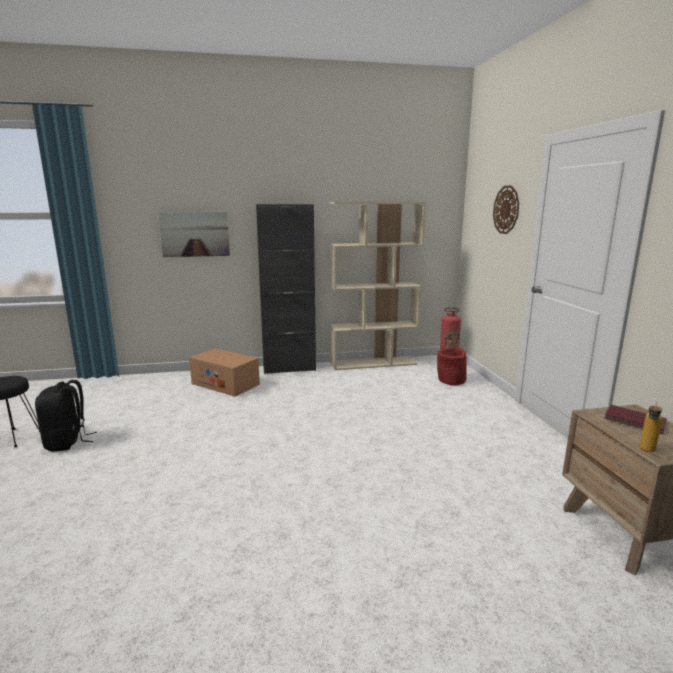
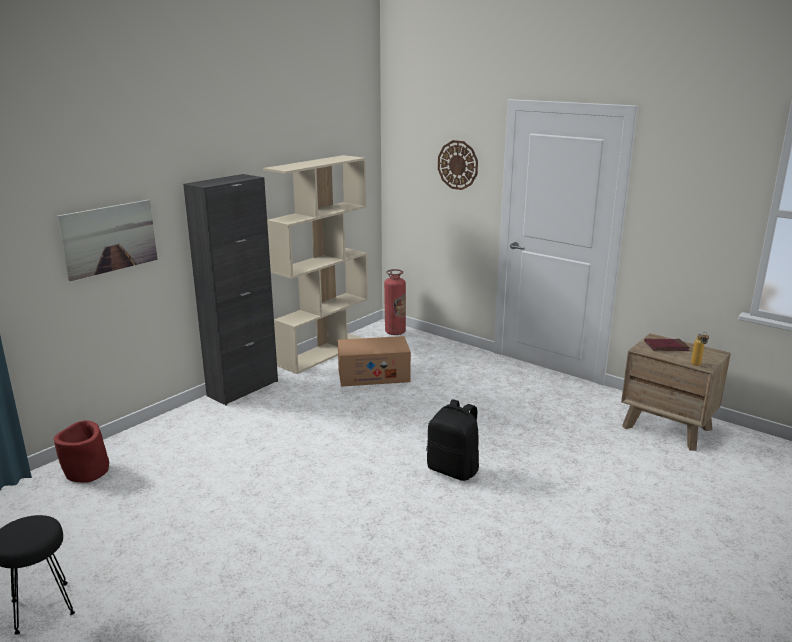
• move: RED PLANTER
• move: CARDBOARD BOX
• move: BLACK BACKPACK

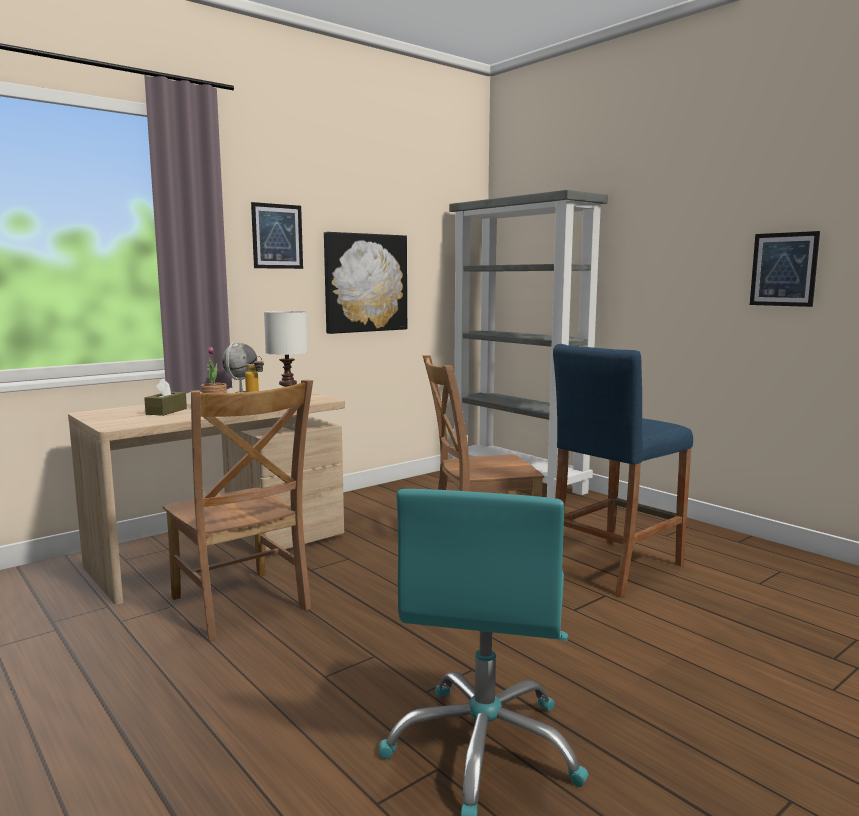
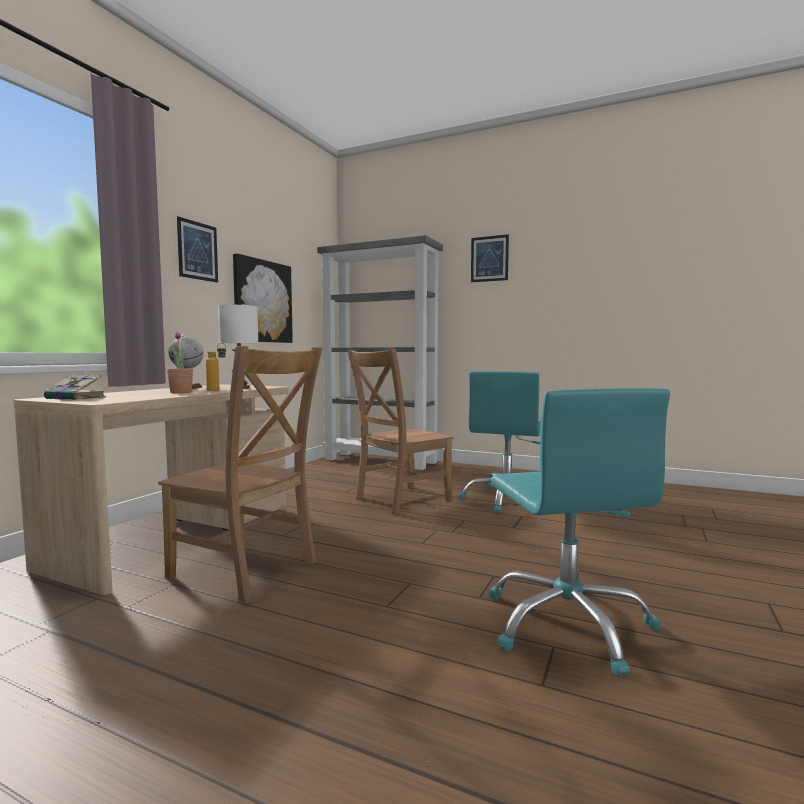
• insert: BOOK
• replace: BLUE STOOL to TURQUOISE OFFICE CHAIR (1st from left)
• move: PICTURE (3rd from left)
• delete: BROWN TISSUE BOX

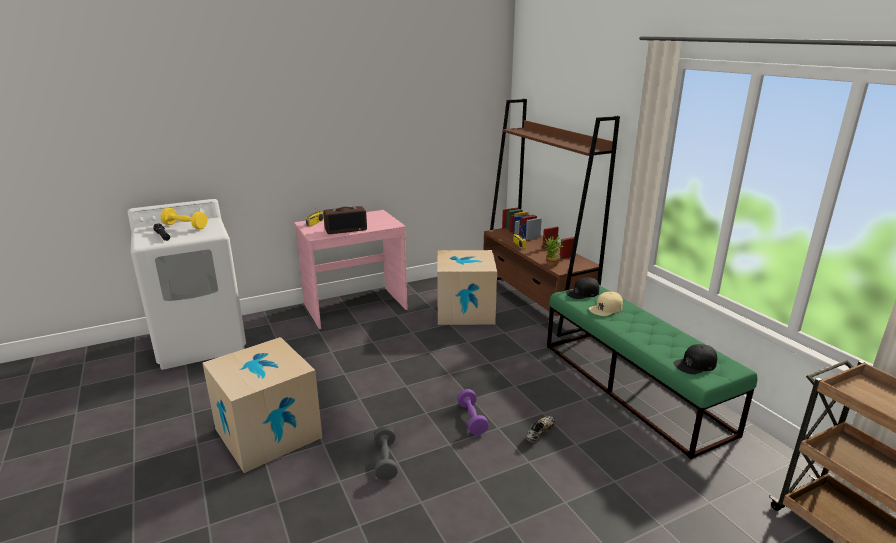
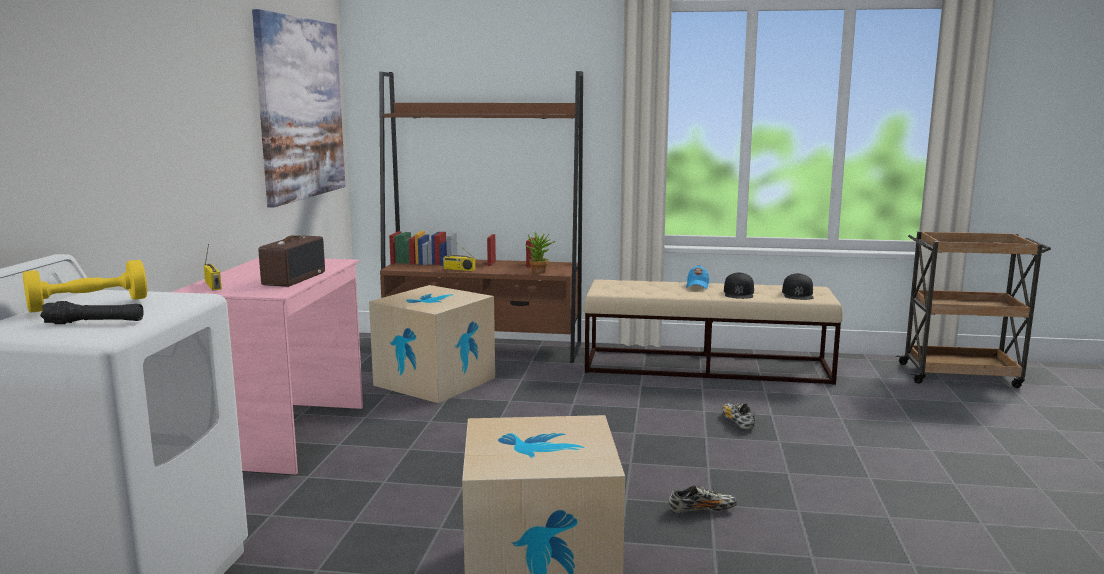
• insert: PICTURE
• recolor: GREEN BENCH to BEIGE BENCH
• replace: GREY DUMBBELL to SHOE (1st from left)
• insert: BLUE CAP
• move: BLACK CAP (1st from left)
• delete: PURPLE DUMBBELL
• delete: BEIGE CAP

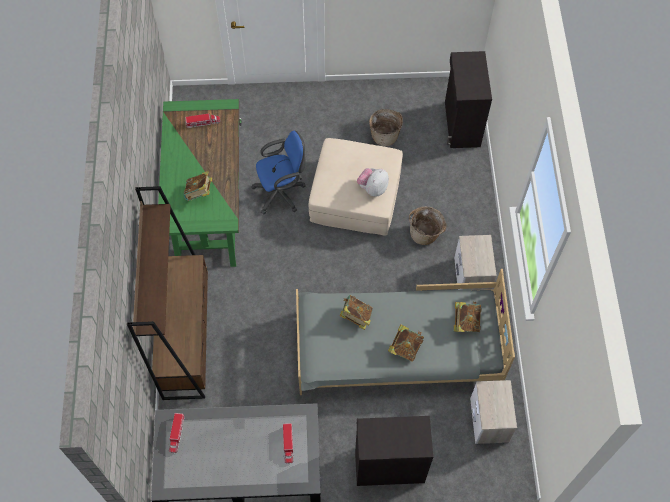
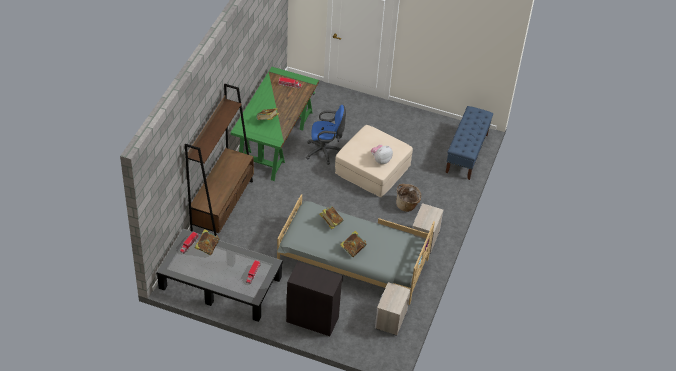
• move: BOOK (4th from left in the first image) to BOOK (1st from left)
• replace: BLACK CABINET (2nd from left) to BLUE BENCH
• delete: BASKET (1st from left)

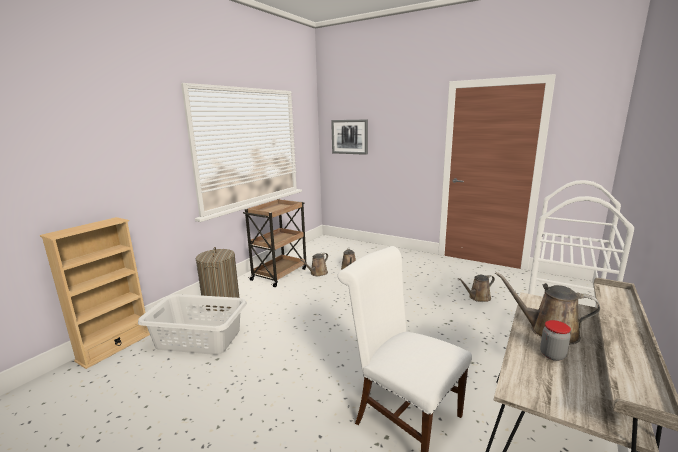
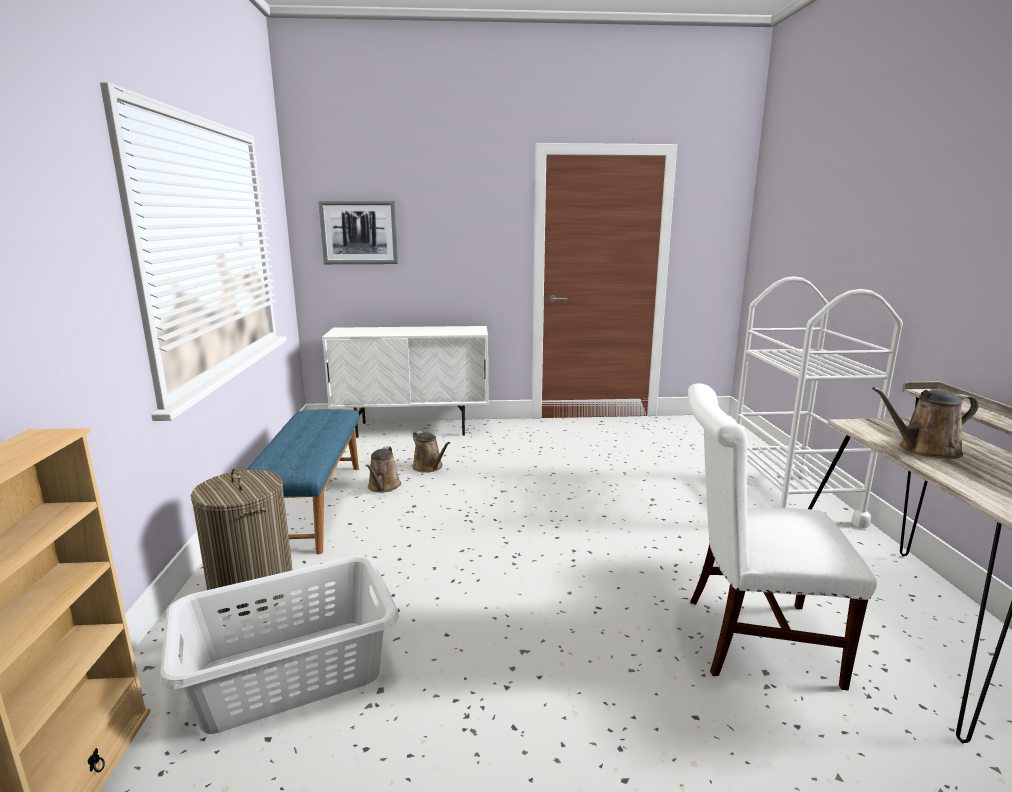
• replace: BROWN CART to BLUE BENCH
• insert: WHITE CABINET
• delete: BROWN WATERING CAN (3rd from left)
• delete: JAR

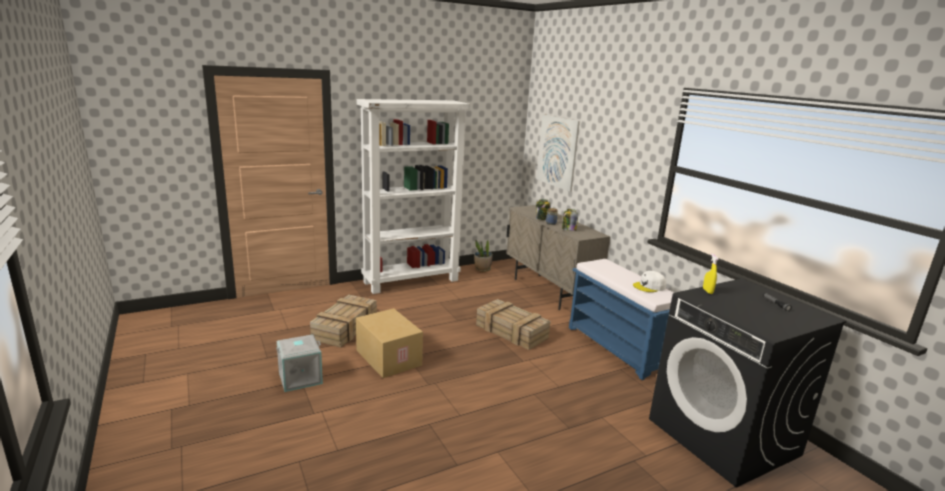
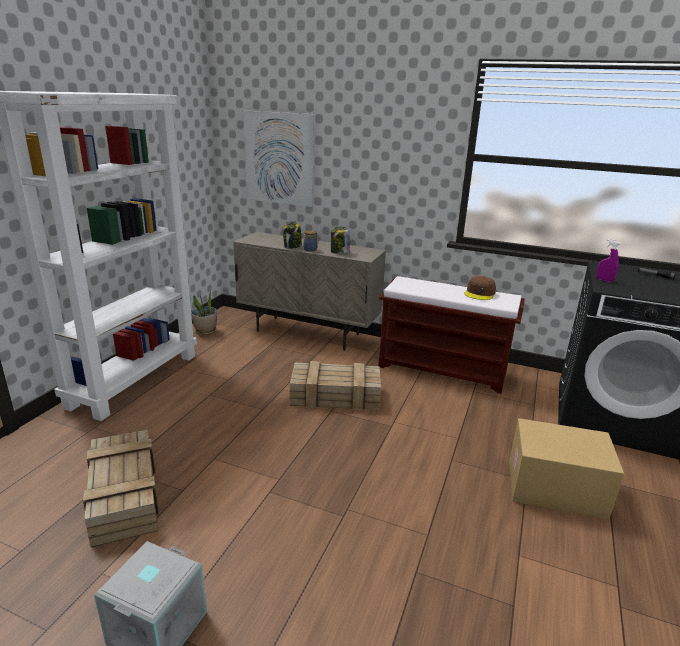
• recolor: BLUE BENCH to BROWN BENCH
• recolor: WHITE CAP to BROWN CAP
• move: CARDBOARD BOX
• recolor: YELLOW SPRAY BOTTLE to PURPLE SPRAY BOTTLE

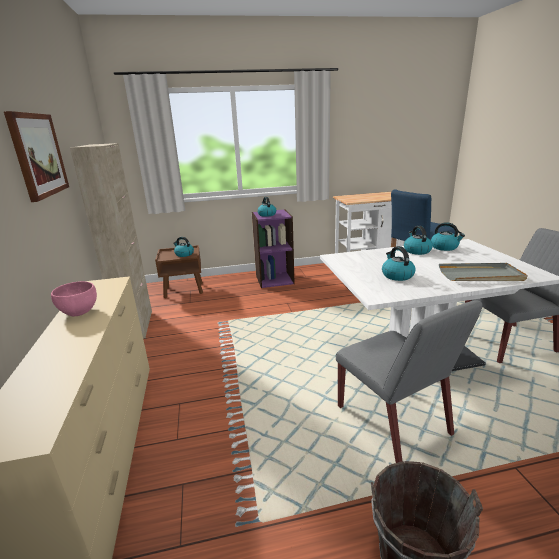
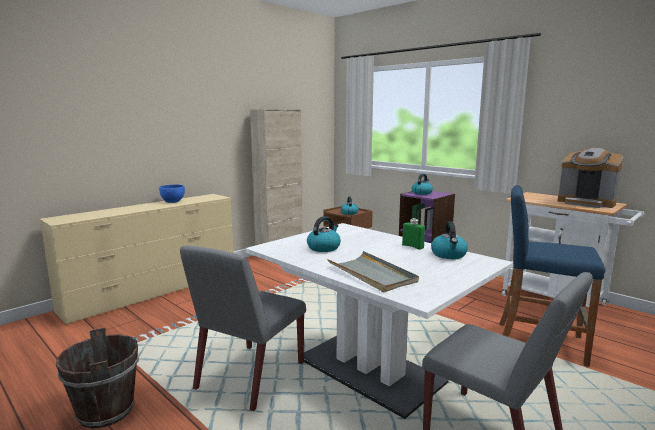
• recolor: PINK BOWL to BLUE BOWL
• replace: KETTLE (4th from left) to GREEN BOTTLE
• insert: COFFEE MACHINE
• delete: PICTURE

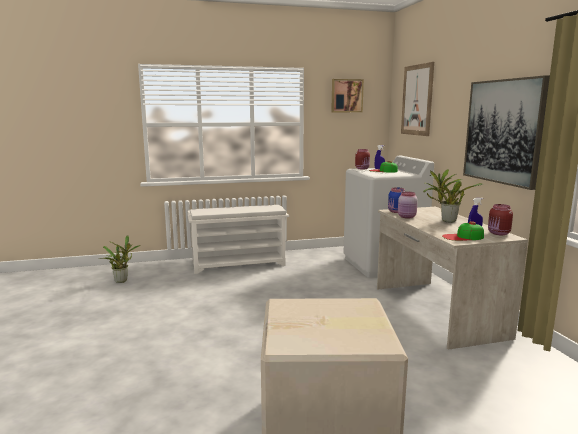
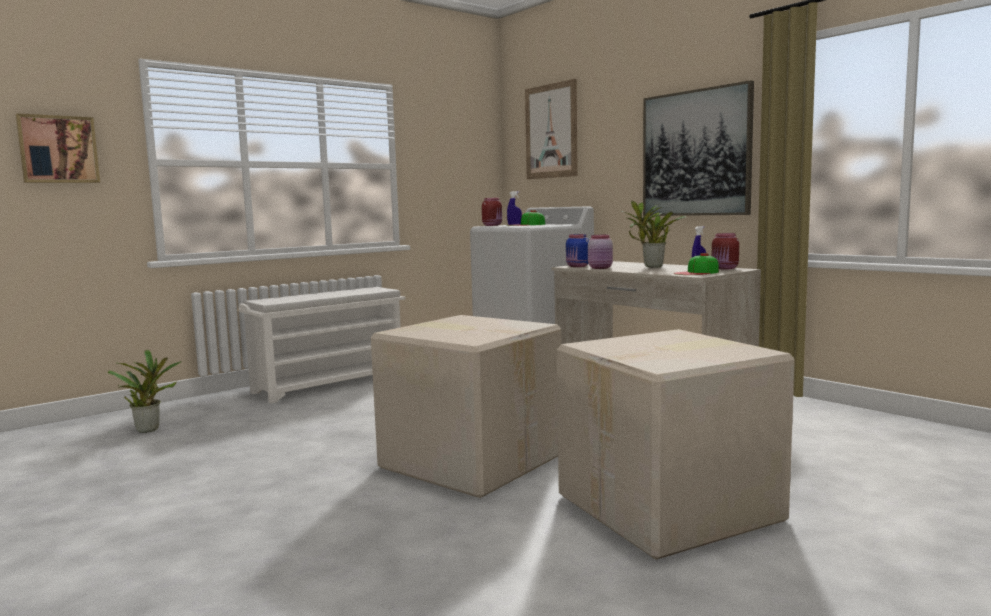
• move: PICTURE (1st from left)
• insert: CARDBOARD BOX (1st from left)

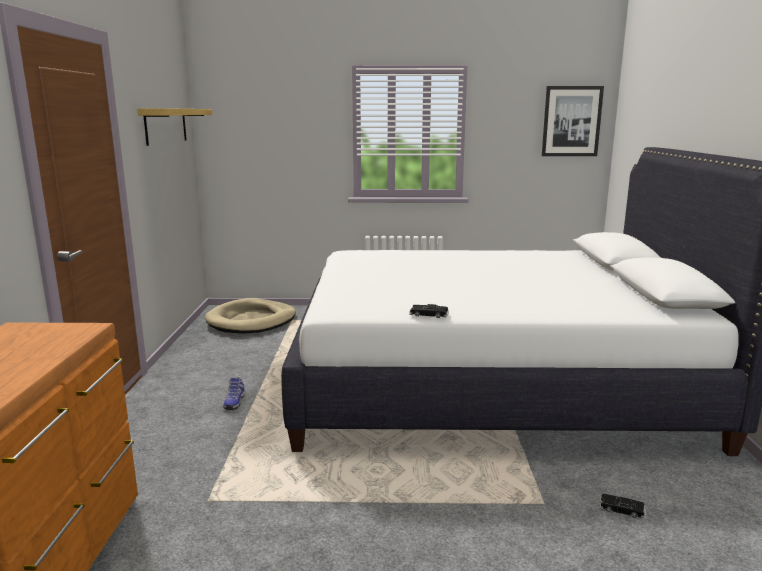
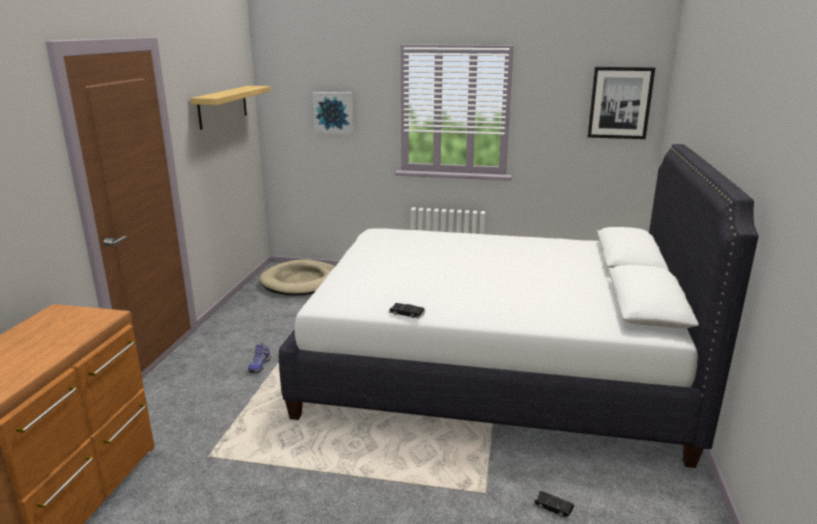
• insert: PICTURE (1st from left)

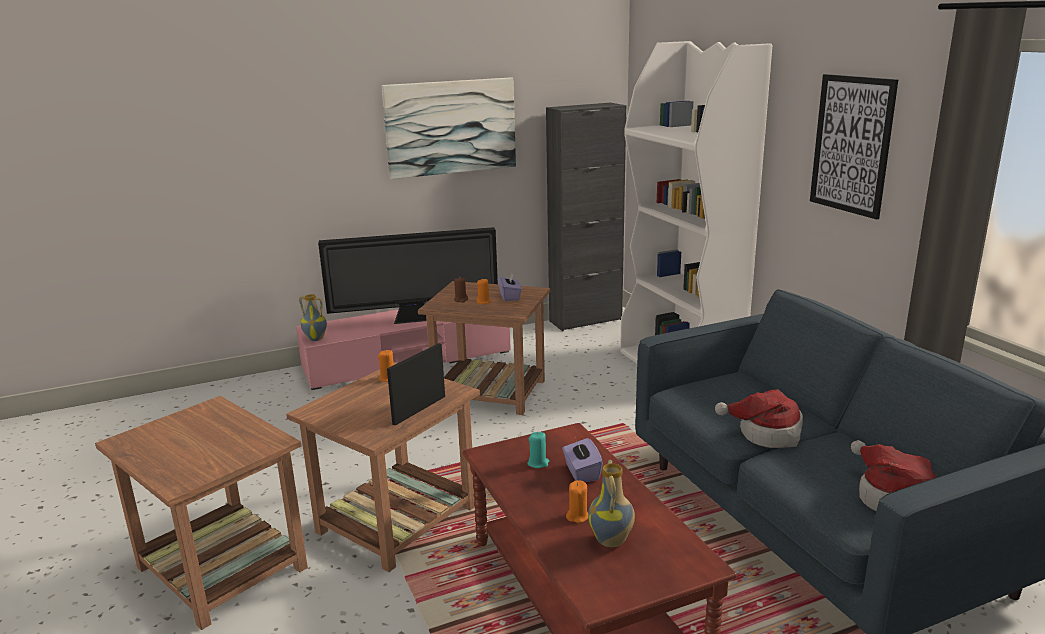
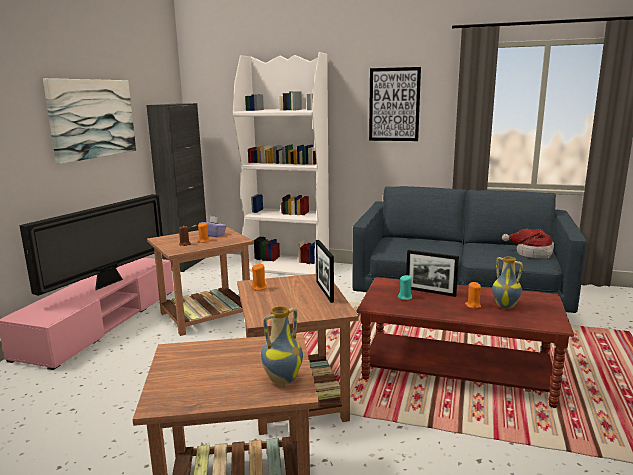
• move: VASE (1st from left)
• replace: PURPLE TISSUE BOX (2nd from left) to PICTURE FRAME (2nd from left)
• delete: HAT (1st from left)

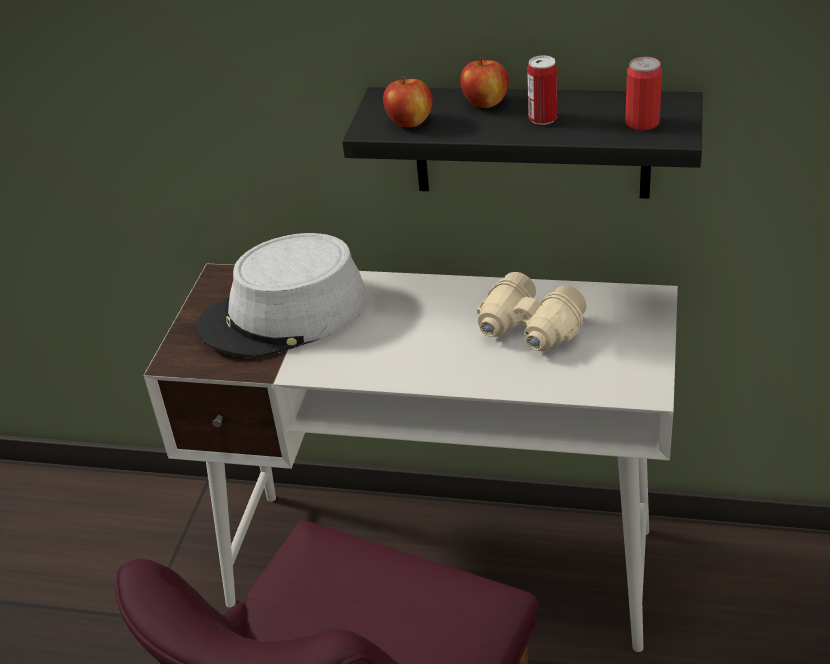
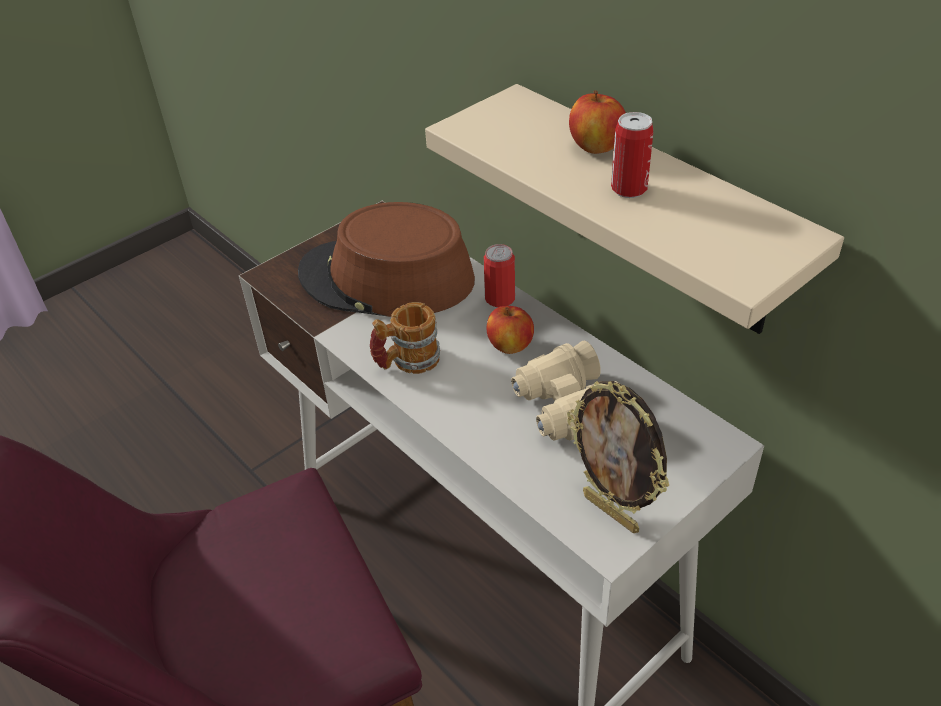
• recolor: GREY HAT to BROWN HAT
• insert: MUG
• recolor: BLACK SHELF to BEIGE SHELF
• move: CAN (2nd from left in the first image) to CAN (1st from left)
• move: APPLE (1st from left)
• insert: PICTURE FRAME

